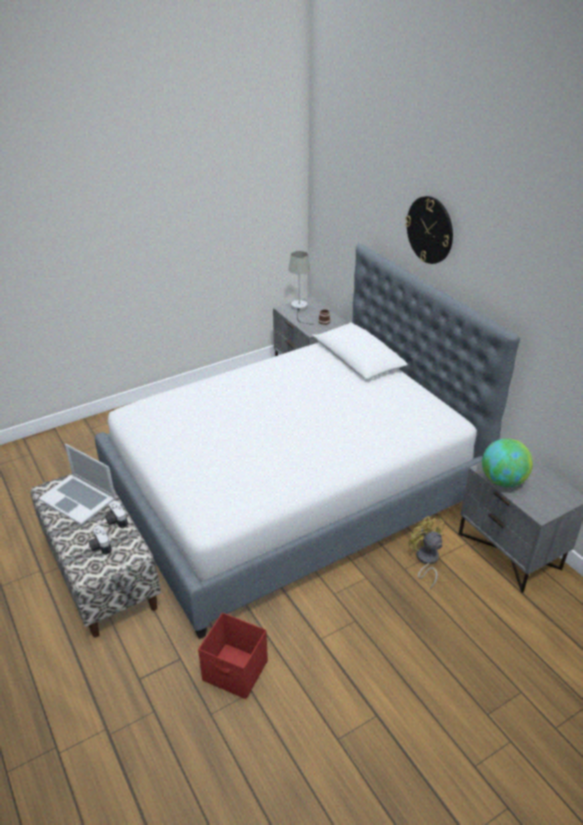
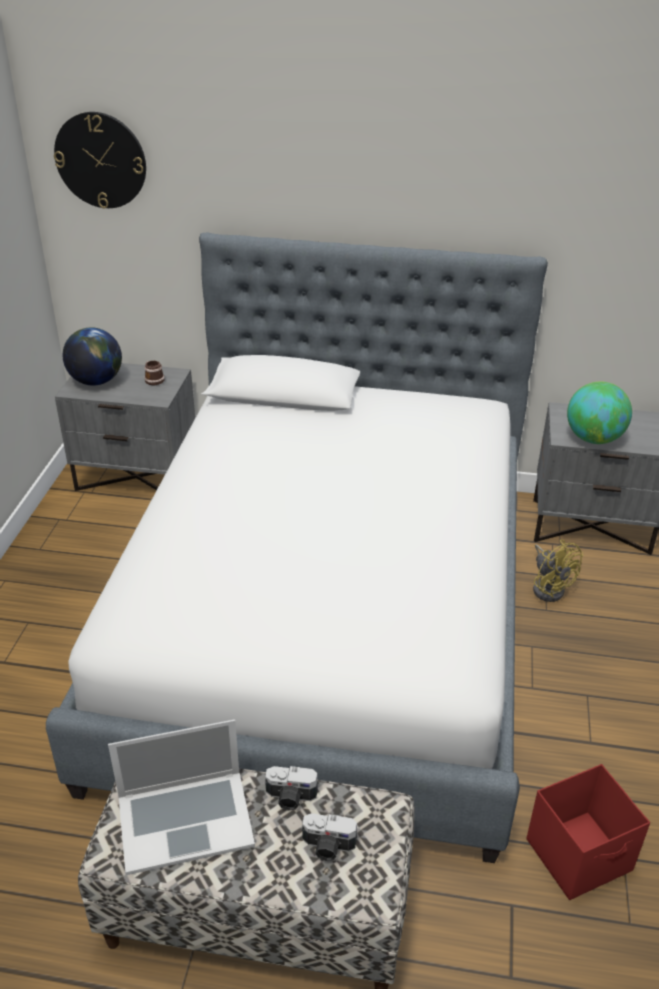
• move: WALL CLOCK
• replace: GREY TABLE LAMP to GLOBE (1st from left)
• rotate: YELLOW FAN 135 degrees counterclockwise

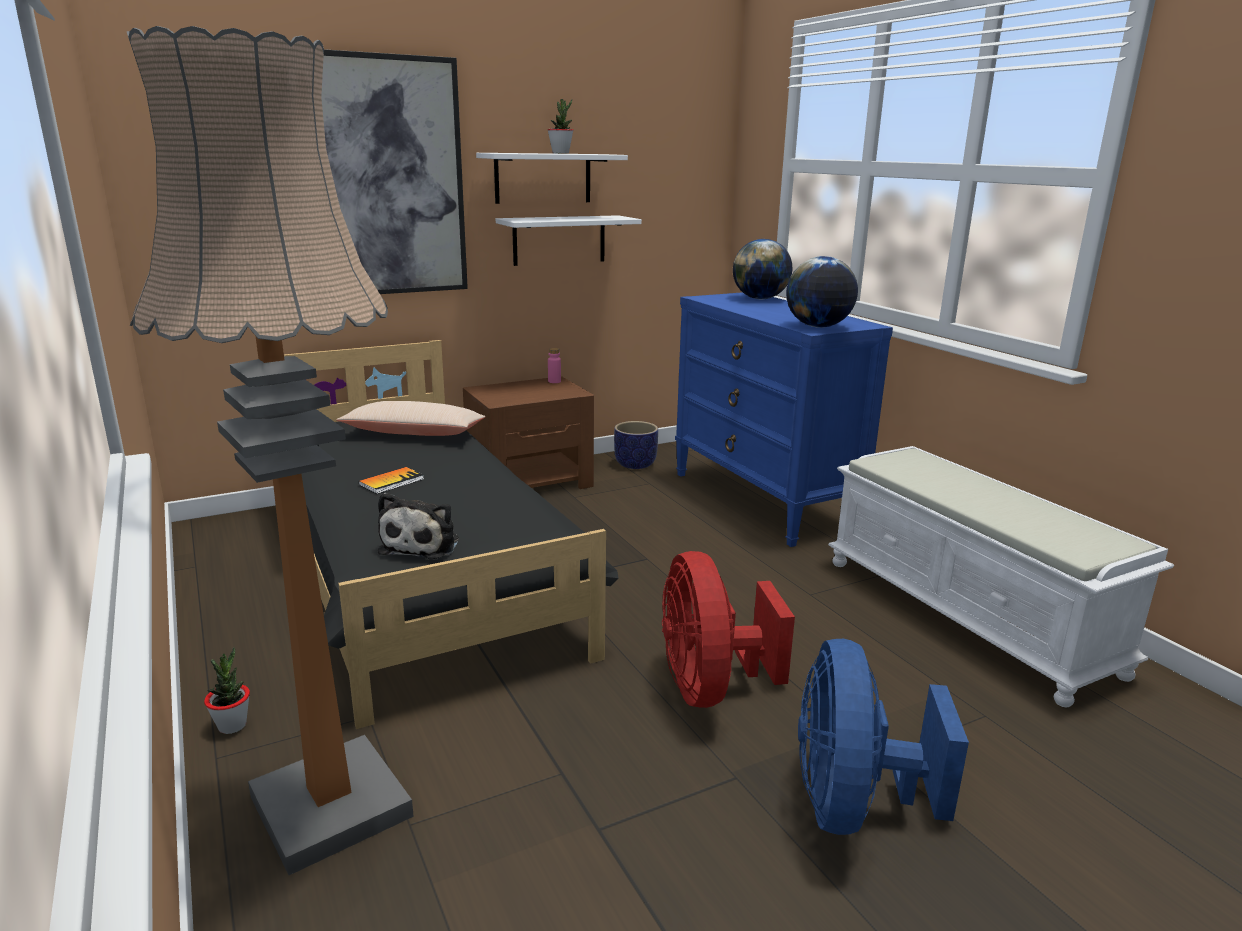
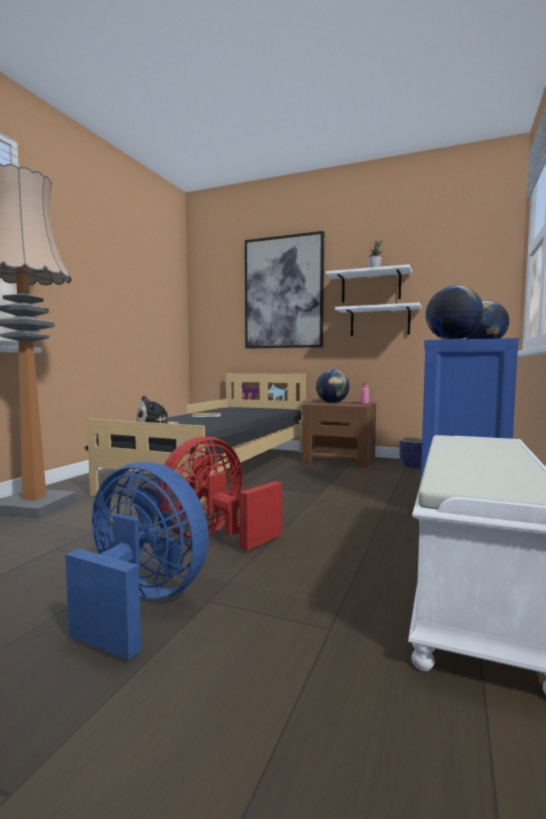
• rotate: BLUE FAN 60 degrees clockwise
• insert: GLOBE (1st from left)
• delete: POTTED PLANT (1st from left)
• delete: BEIGE PILLOW

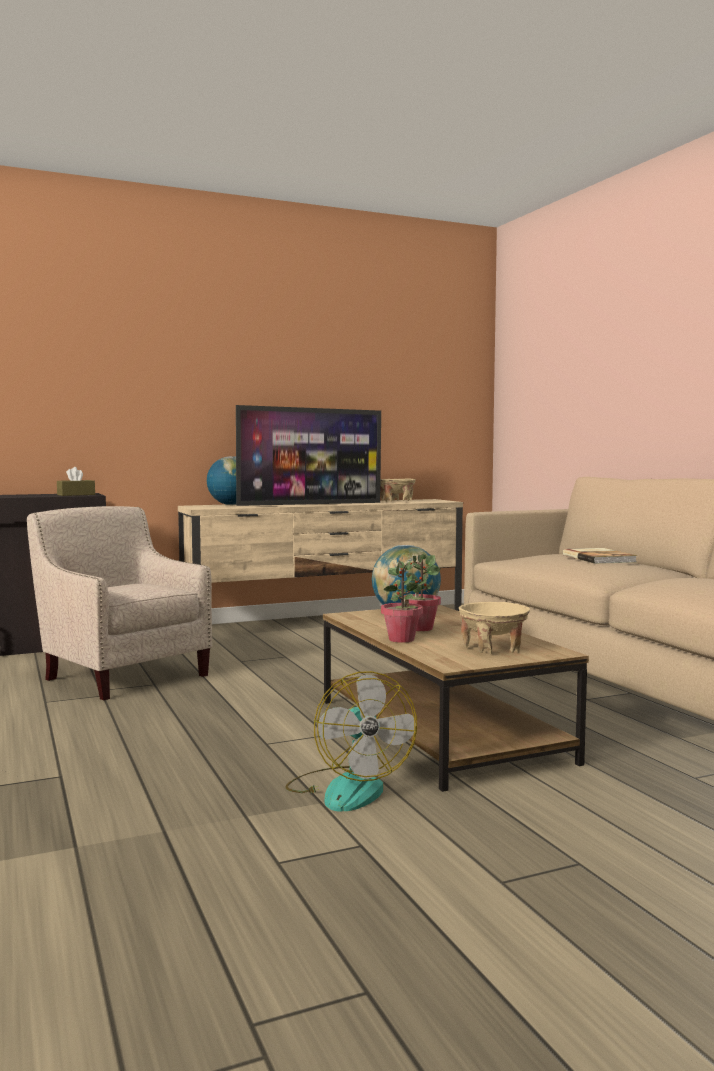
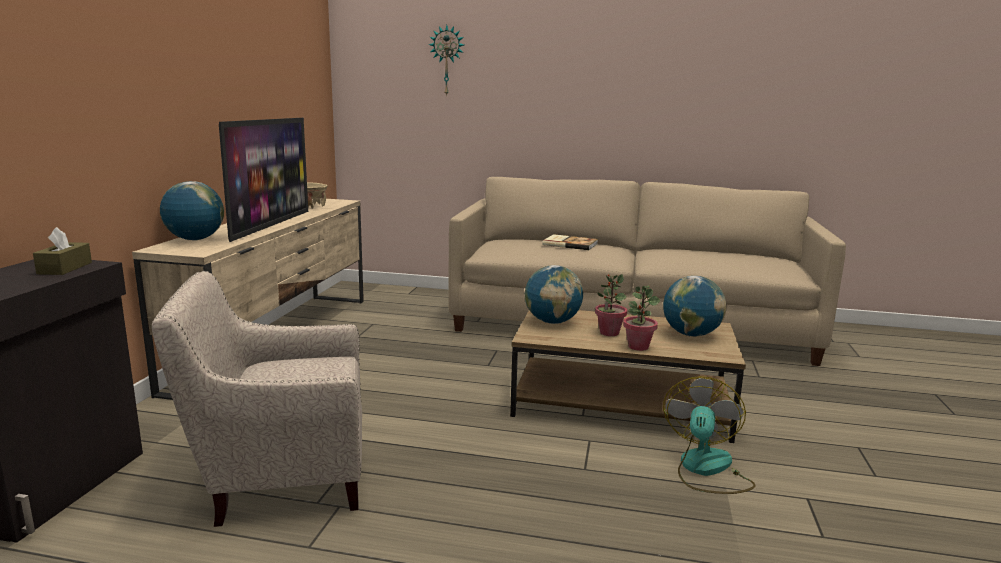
• insert: WALL CLOCK
• replace: BEIGE BOWL (2nd from left) to GLOBE (3rd from left)
• rotate: FAN 90 degrees counterclockwise

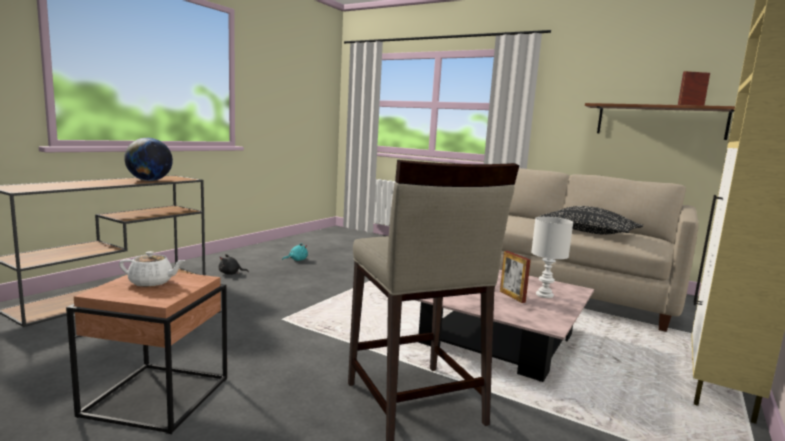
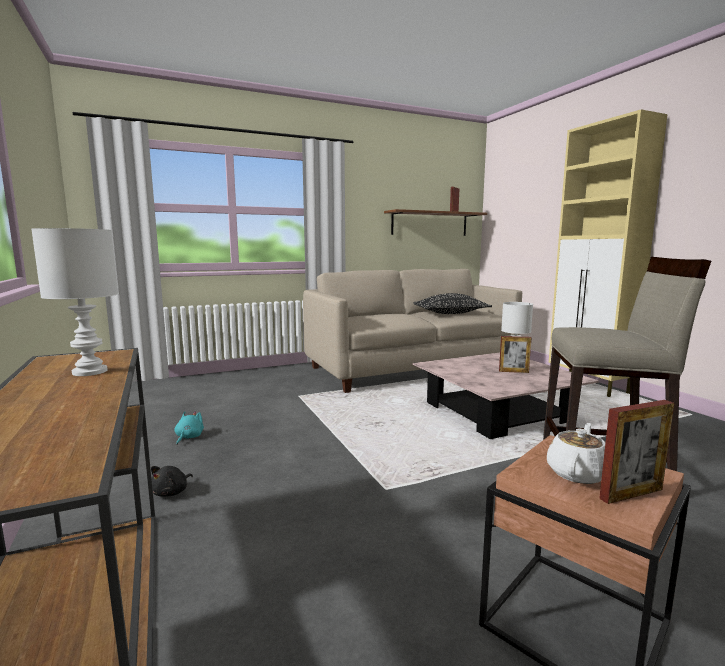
• replace: GLOBE to WHITE TABLE LAMP (1st from left)
• insert: PICTURE FRAME (3rd from left)

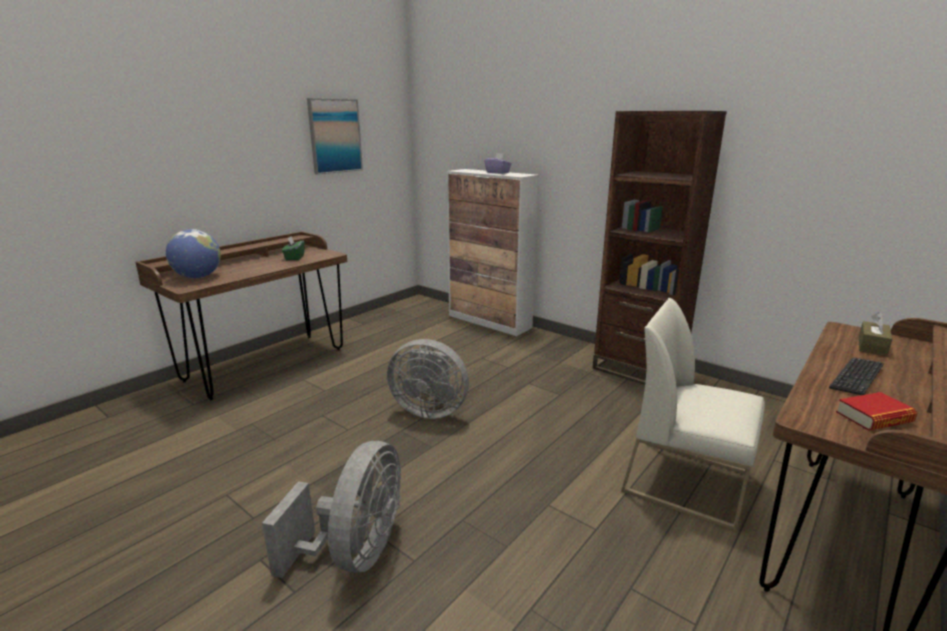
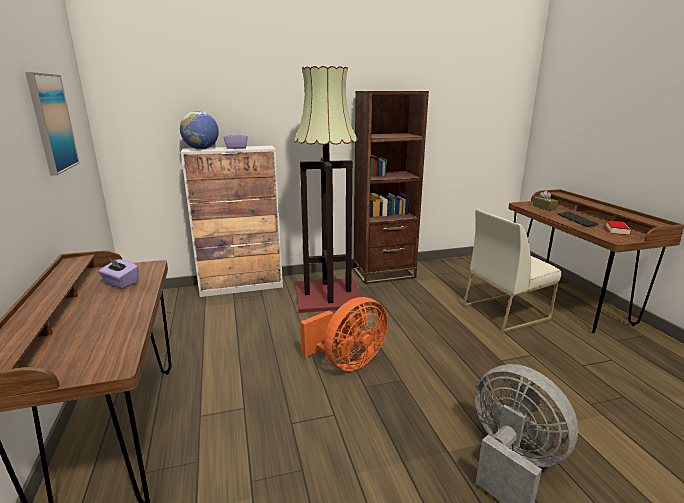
• recolor: GREEN TISSUE BOX to PURPLE TISSUE BOX (1st from left)
• move: GLOBE
• insert: FLOOR LAMP
• recolor: GREY FAN (2nd from left) to ORANGE FAN

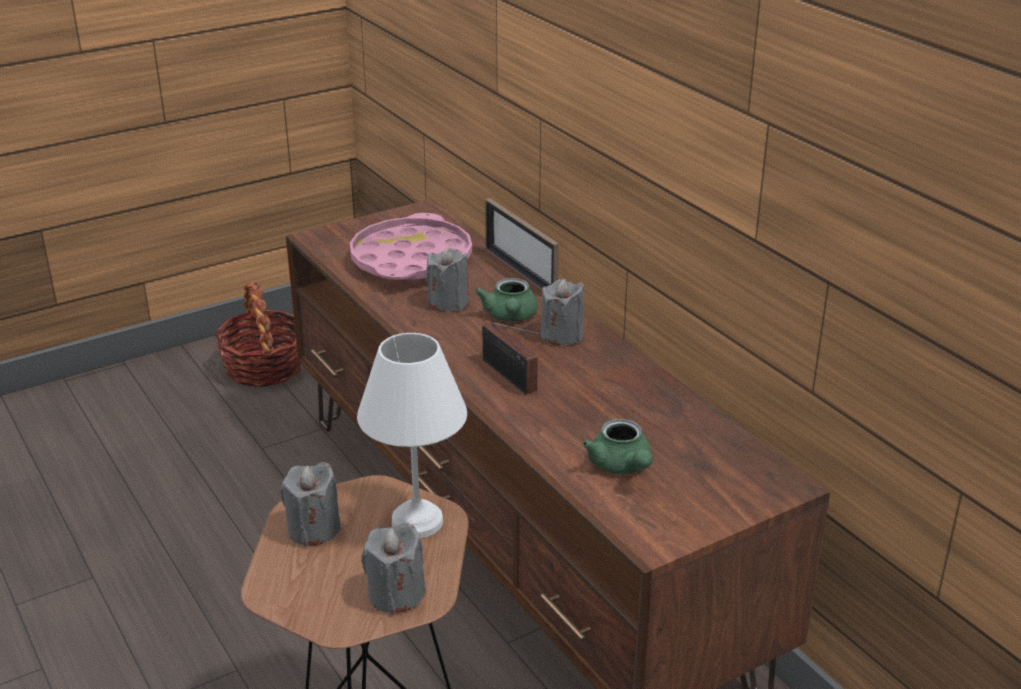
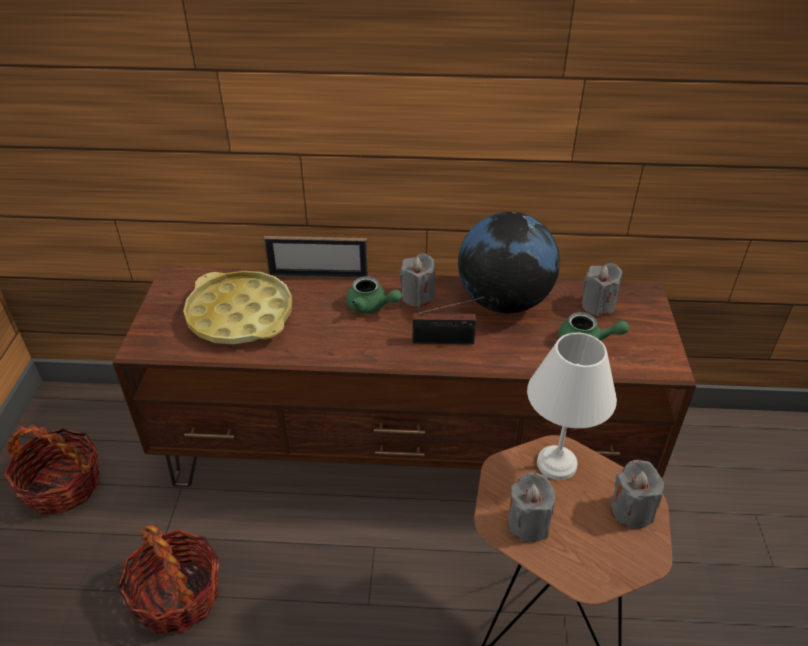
• insert: BASKET (2nd from left)
• recolor: PINK TRAY to YELLOW TRAY
• insert: GLOBE
• move: GREY CANDLE (3rd from left)

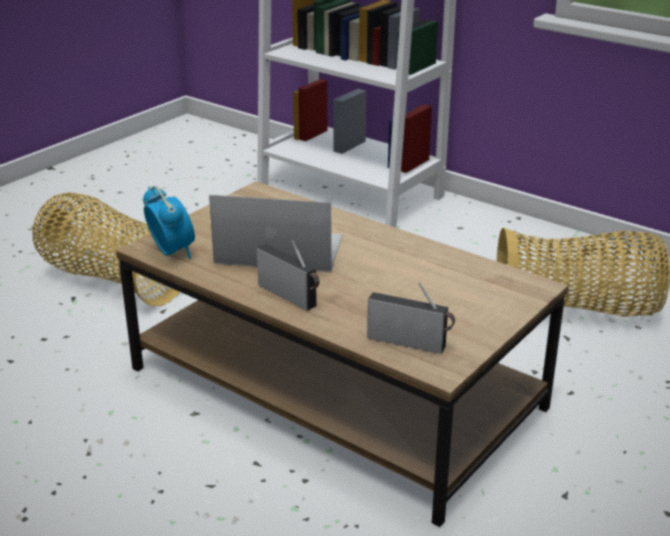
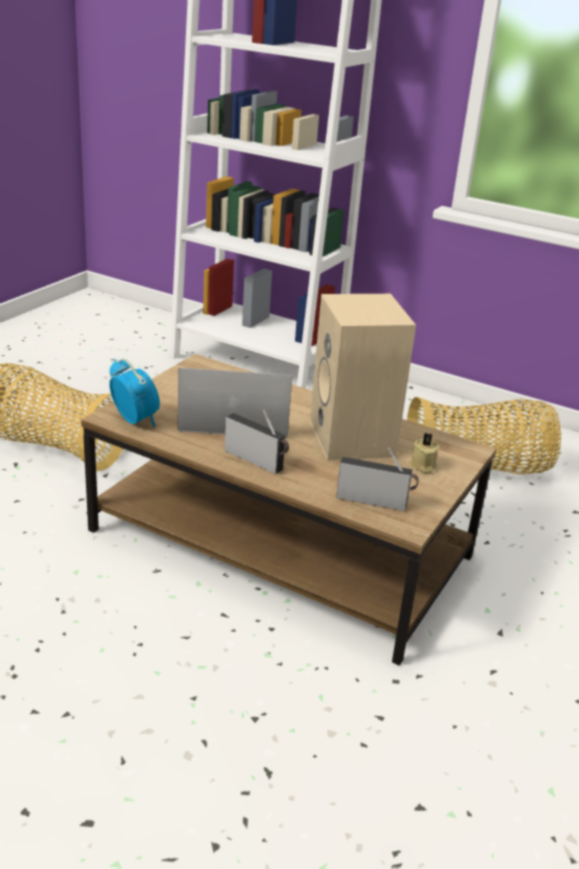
• insert: BEIGE SPEAKER
• insert: BEIGE CANDLE

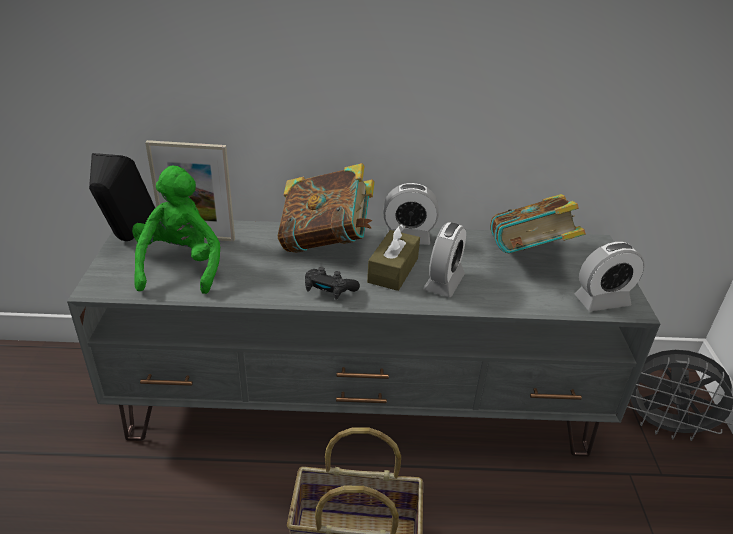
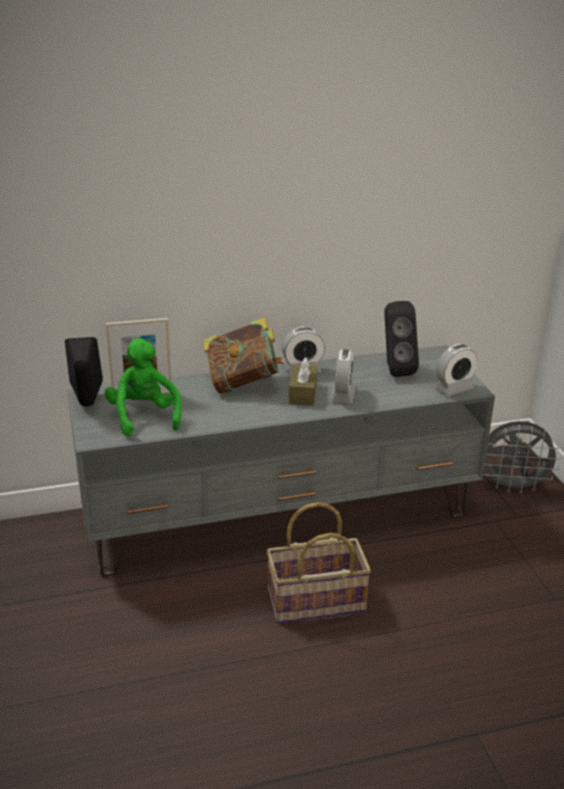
• replace: BOOK (2nd from left) to BLACK SPEAKER (2nd from left)
• delete: BLACK GAME CONTROLLER

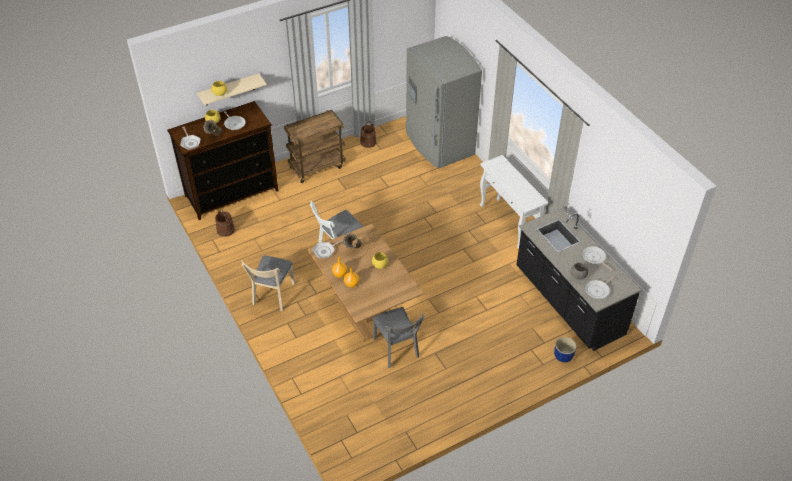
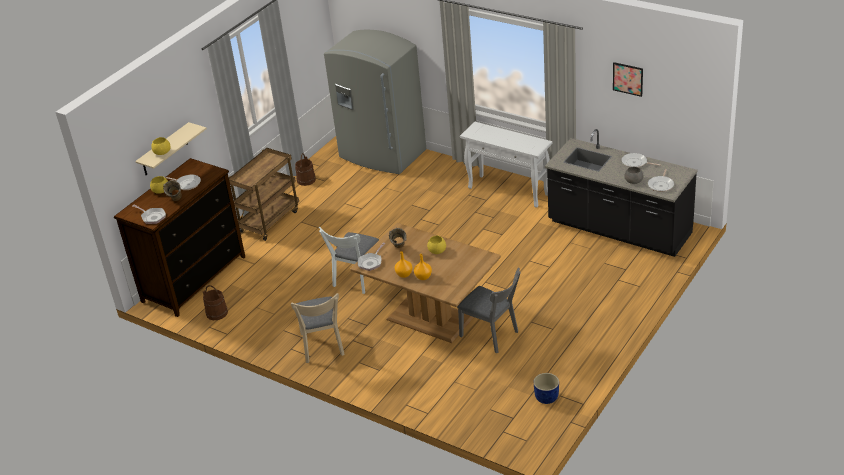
• move: BLUE PLANTER
• insert: PICTURE

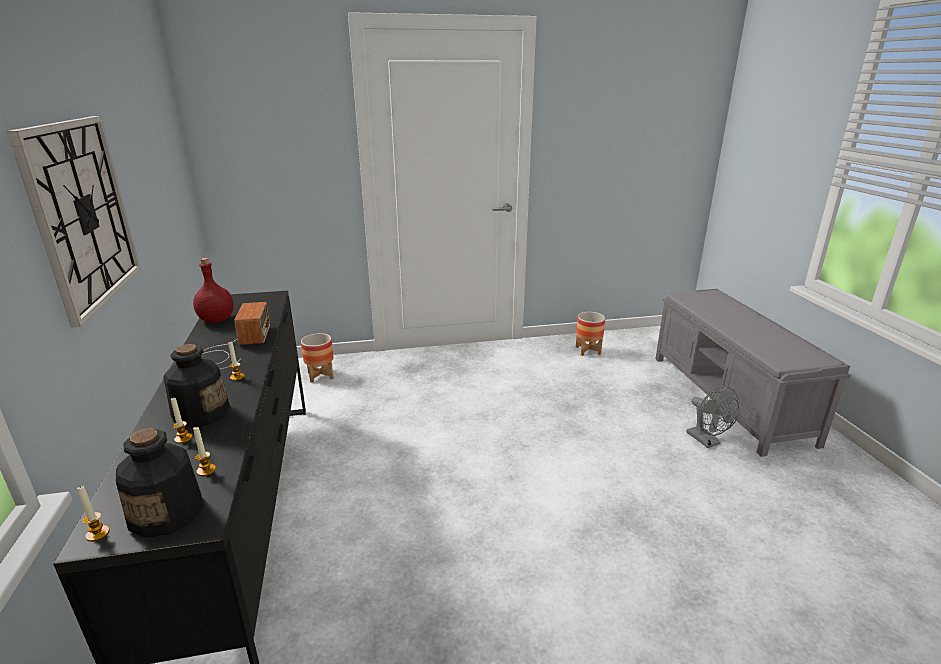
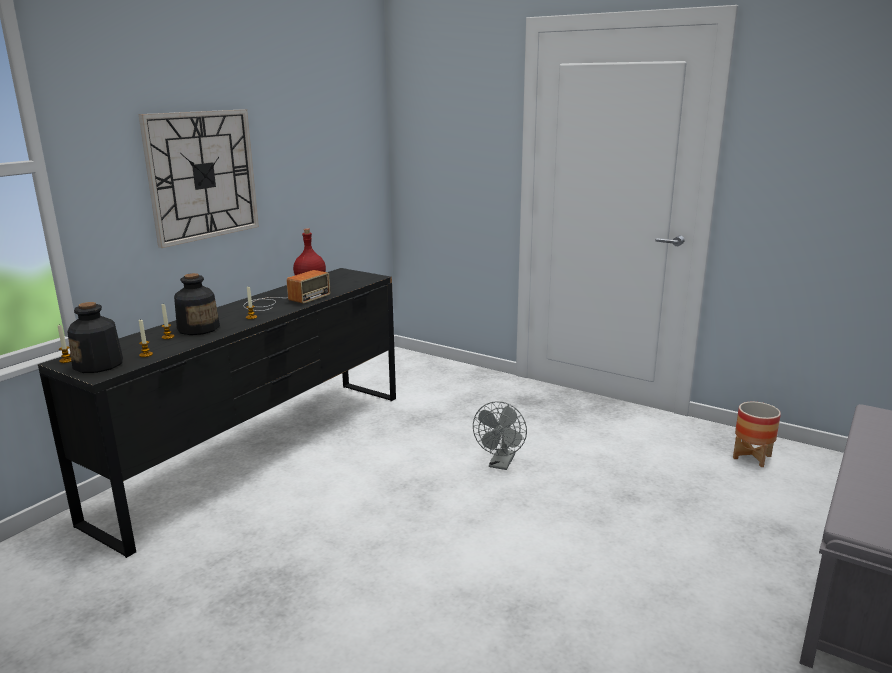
• move: GREY FAN
• delete: PLANTER (1st from left)

